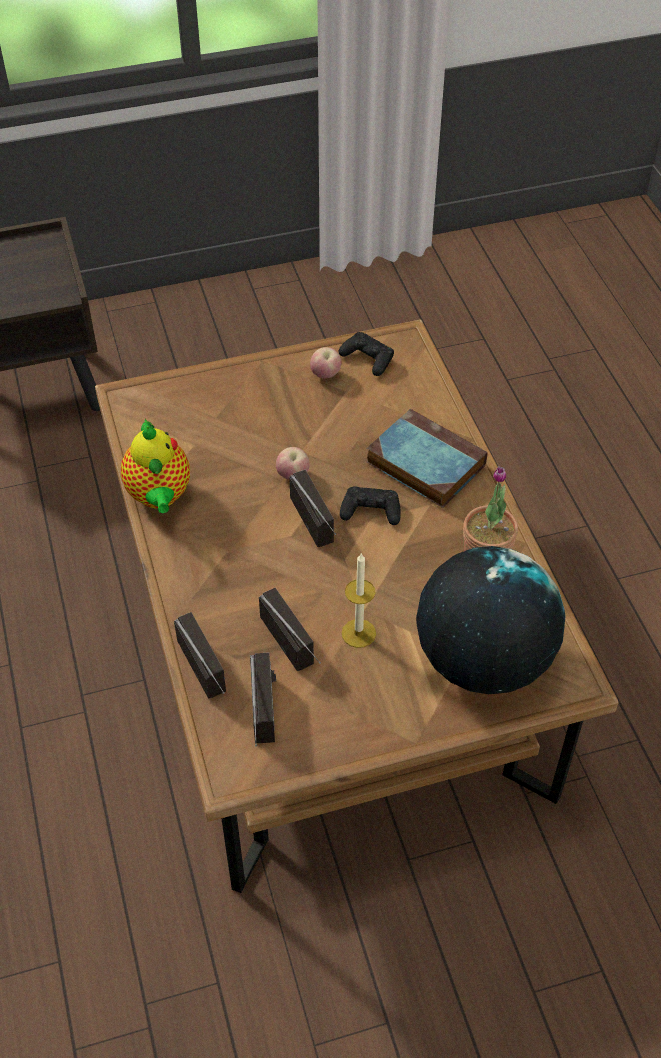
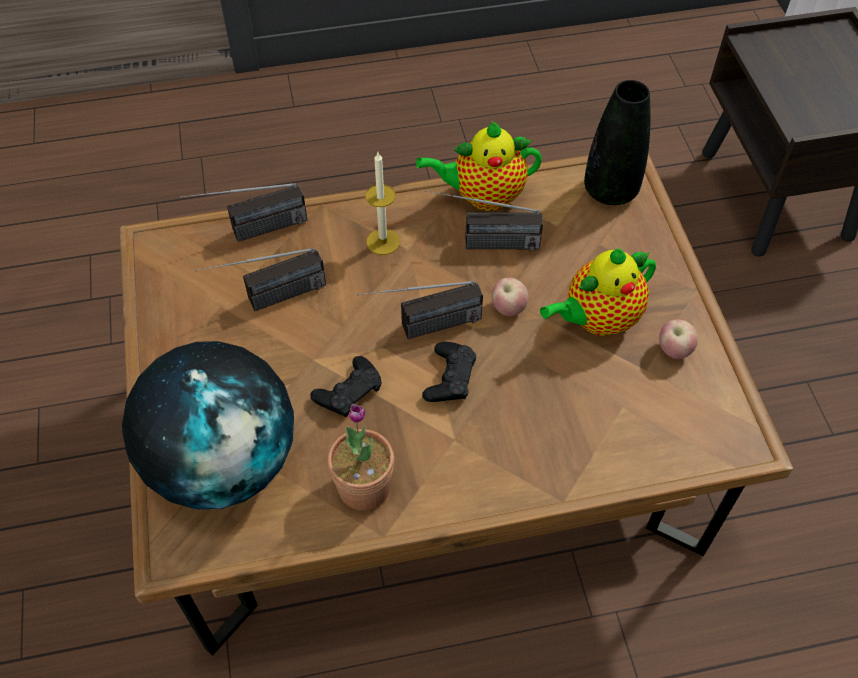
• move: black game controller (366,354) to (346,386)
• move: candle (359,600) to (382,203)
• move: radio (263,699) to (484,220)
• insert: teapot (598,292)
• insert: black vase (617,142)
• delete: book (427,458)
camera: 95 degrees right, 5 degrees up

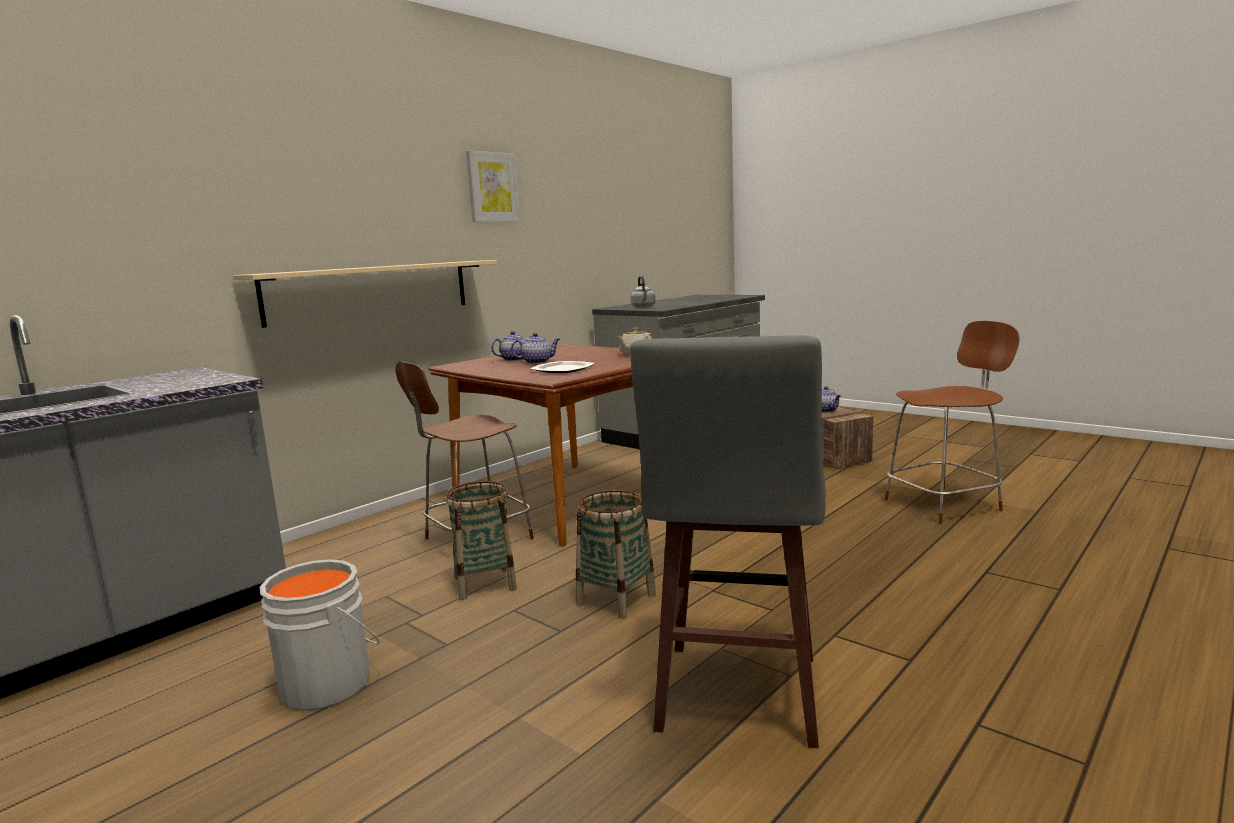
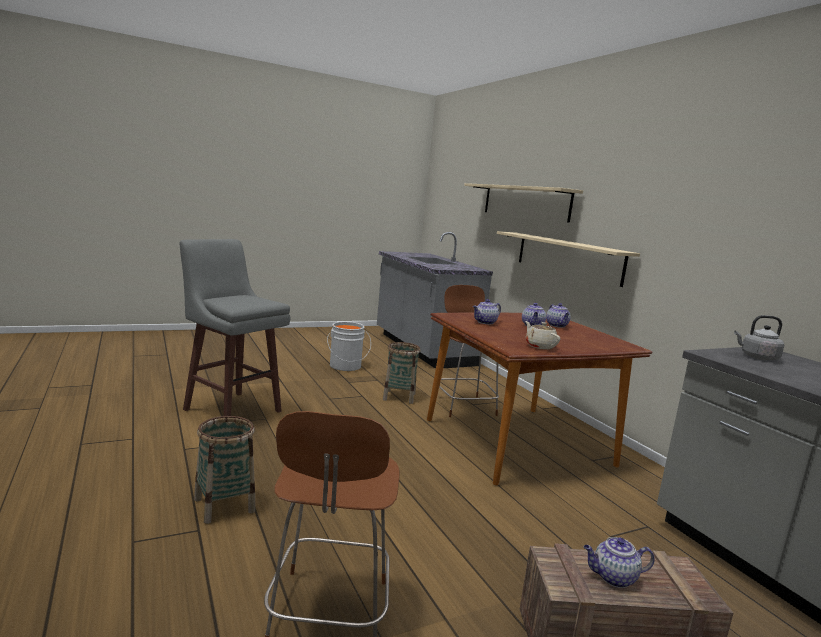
• move: basket (616,554) to (224,470)
• insert: beige shelf (523,203)
• replace: plate (562,367) to teapot (487,311)
• delete: picture (493,186)
camera: 110 degrees right, 0 degrees up

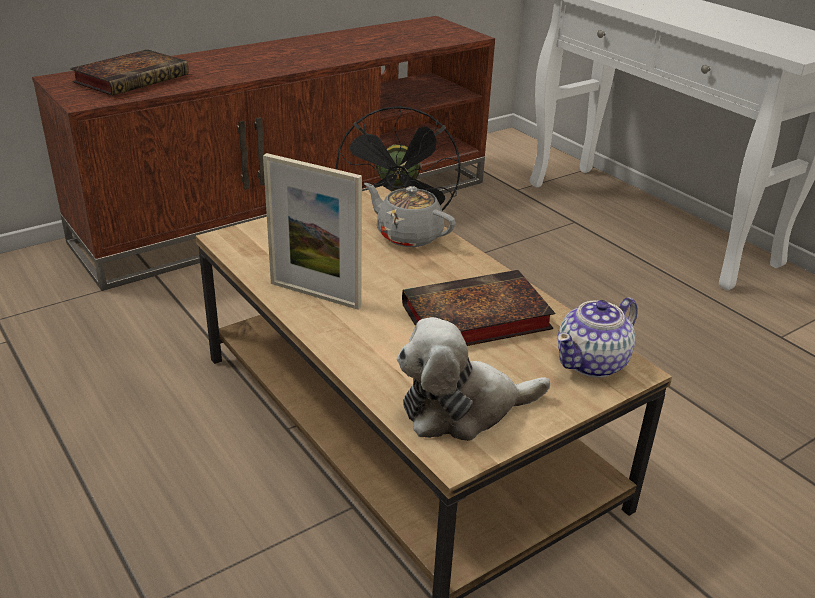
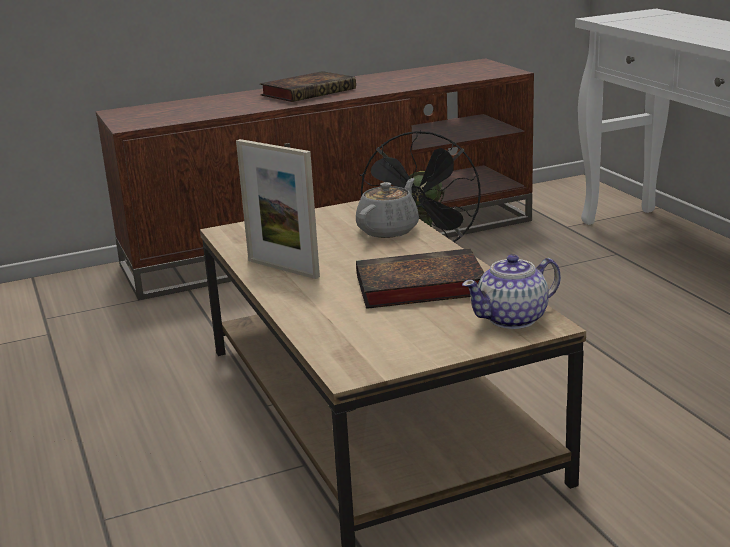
• move: book (129,72) to (308,86)
• rotate: grey teapot (410,215) = (387,208) 75 degrees clockwise
• delete: plush toy (473,379)
camera: 15 degrees right, 10 degrees down

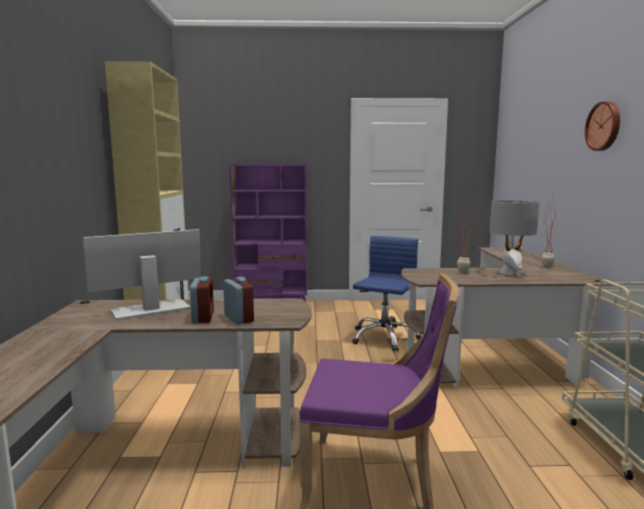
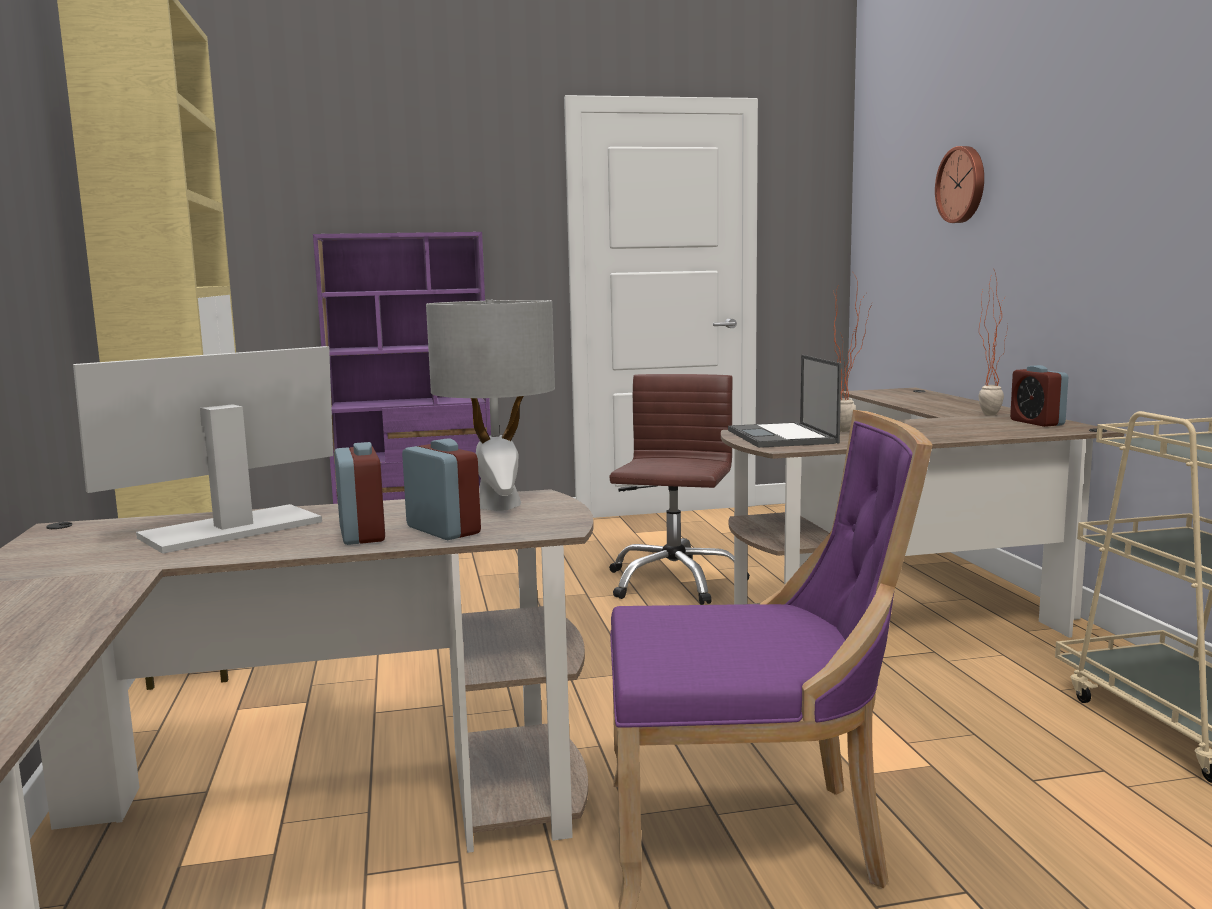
• move: grey table lamp (514,238) to (490,405)
• recolor: blue office chair (386,293) to brown office chair (679,489)
• insert: laptop (784,401)
• move: wall clock (602,126) to (959,184)
• insert: alarm clock (1039,396)
camera: 10 degrees left, 0 degrees up

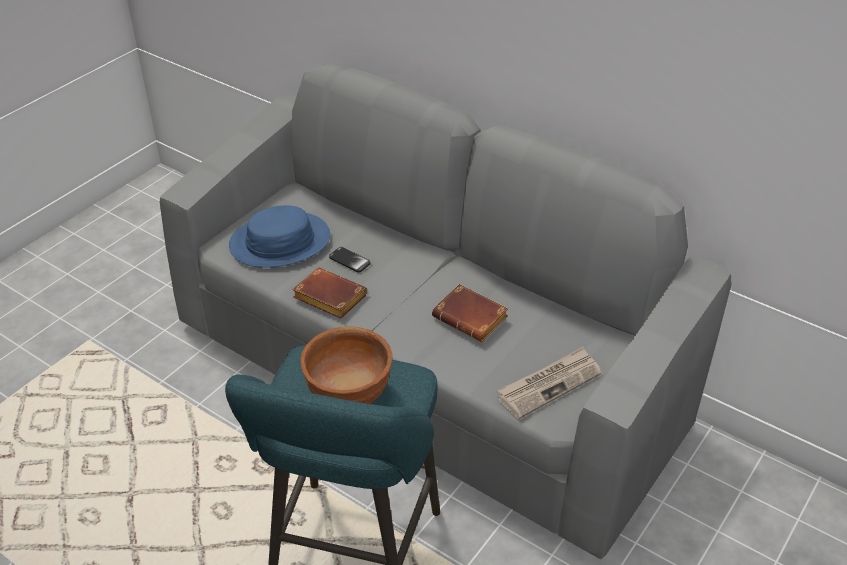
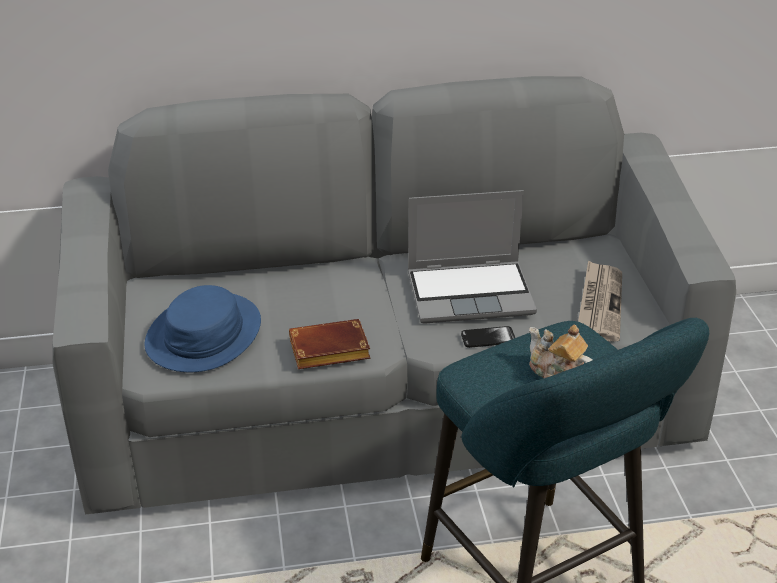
• replace: brown book (470,313) to laptop (472,257)
• move: phone (350,260) to (488,337)
• replace: brown bowl (346,365) to teapot (560,351)
camera: 45 degrees left, 5 degrees down

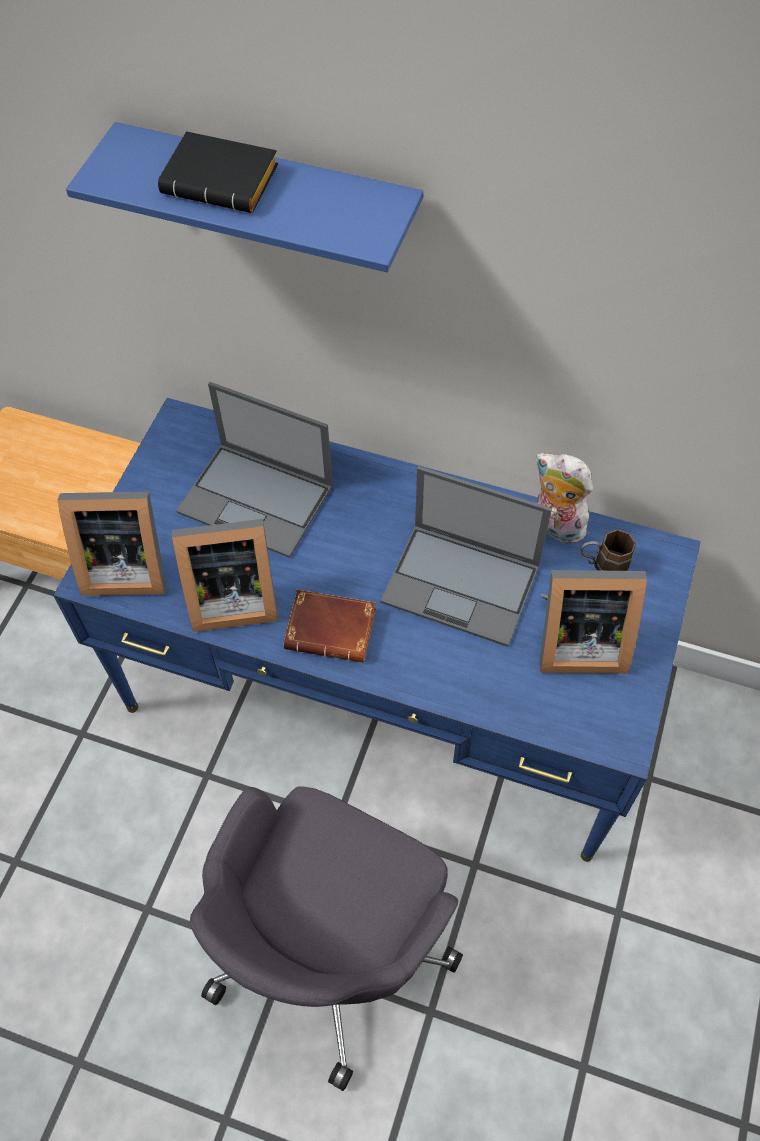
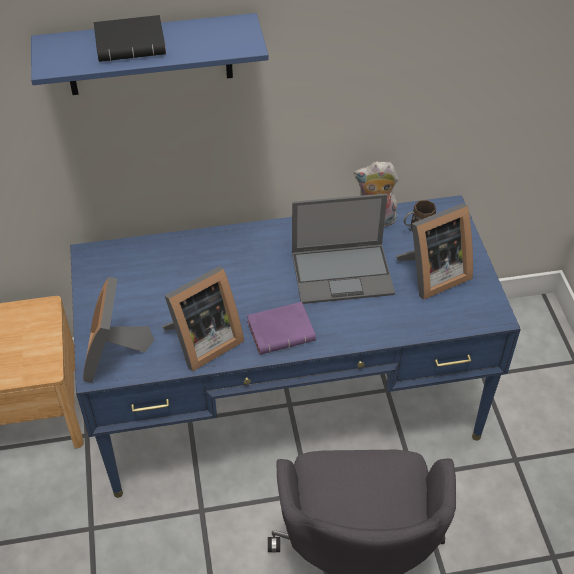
• rotate: picture frame (111,543) = (119,330) 120 degrees clockwise
• recolor: brown book (329,625) to purple book (281,328)
• delete: laptop (254,470)
camera: 30 degrees left, 10 degrees down

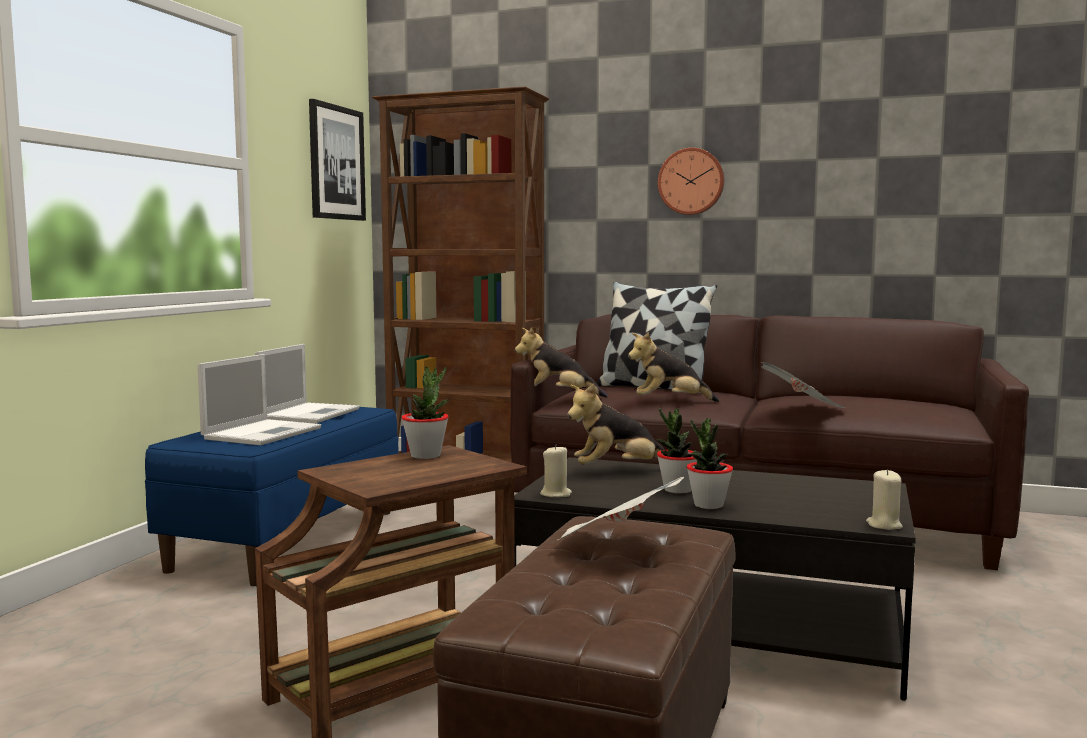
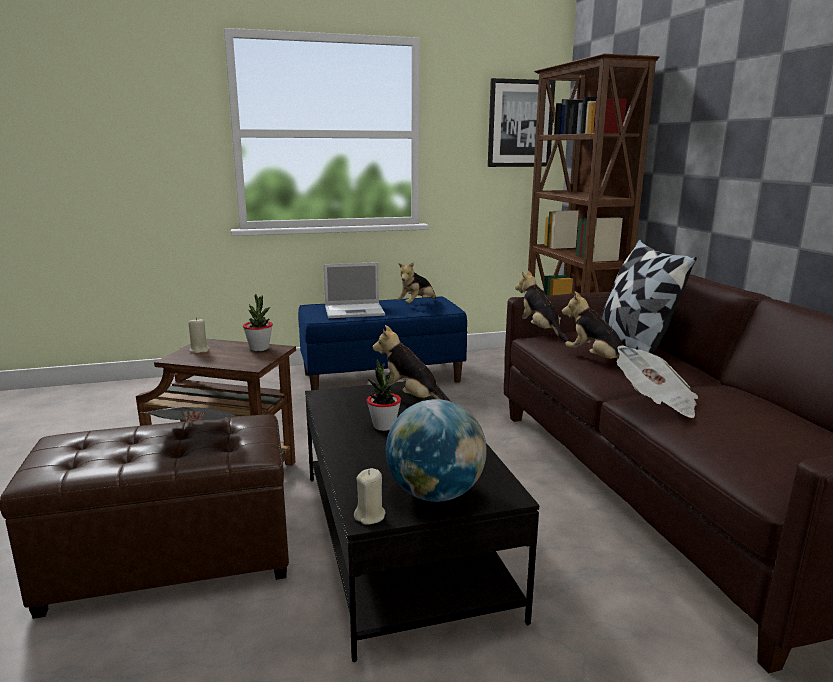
• move: beige candle (556,471) to (199,335)
• insert: globe (436,450)
• replace: laptop (307,383) to plush toy (416,282)
• delete: wall clock (691,181)
• delete: potted plant (710,464)
camera: 55 degrees right, 10 degrees up

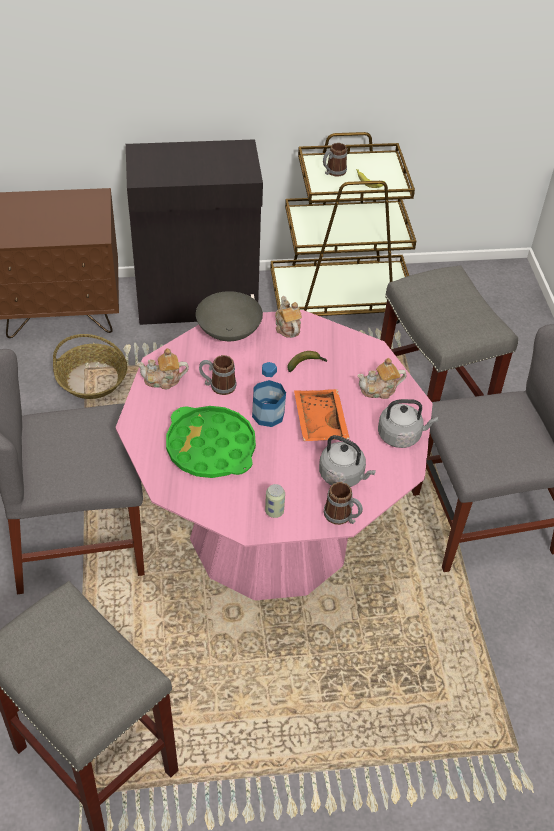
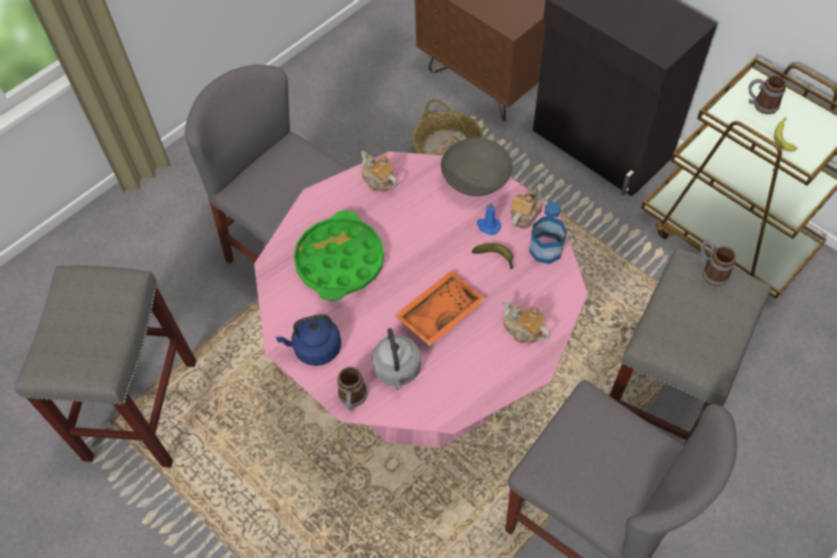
• replace: can (275,501) to blue kettle (308,340)
• insert: blue candle (489,219)
• move: bottle (269,394) to (548,232)
• move: mug (218,375) to (718,263)
• delete: grey kettle (408,423)
camera: 55 degrees right, 10 degrees up

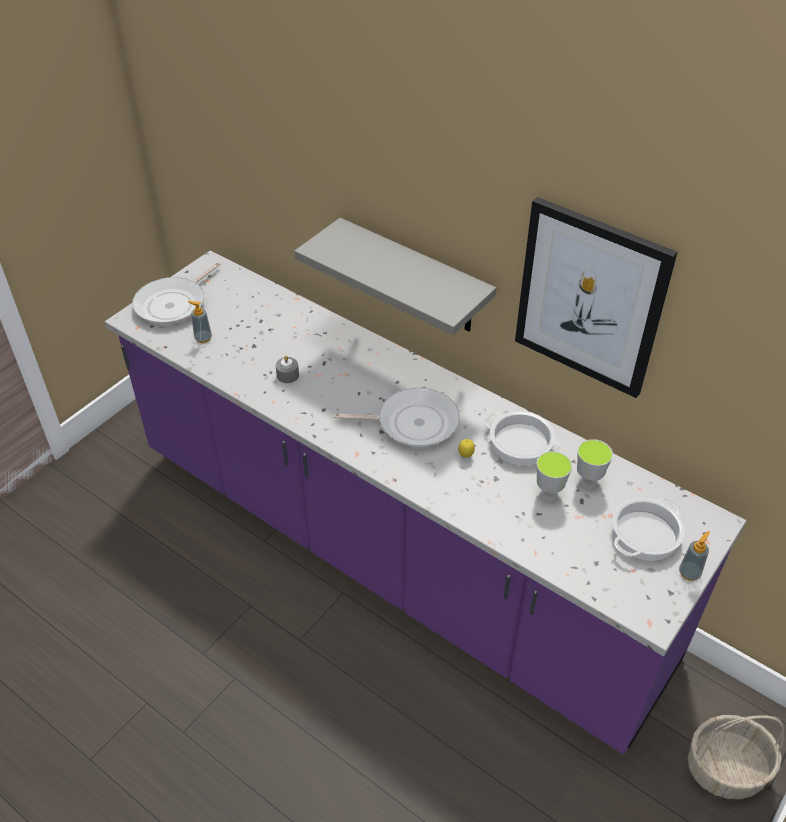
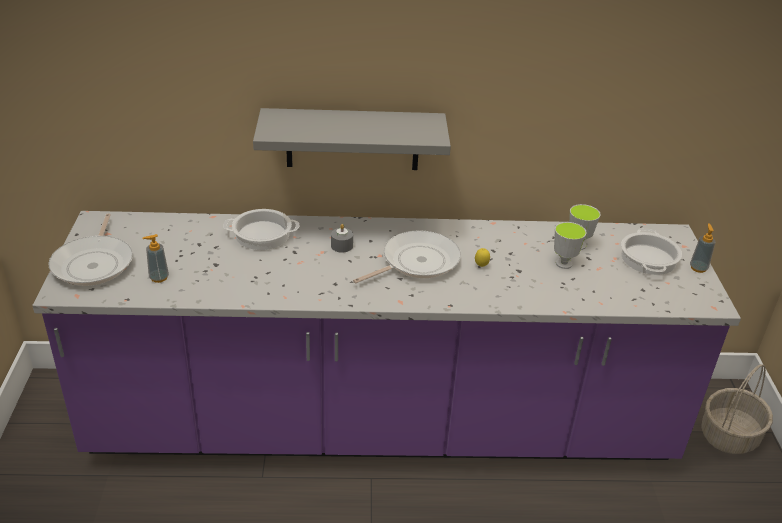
• move: cooking pot (522,438) to (261,229)
• move: grey candle (287,369) to (342,238)
• delete: picture (596,297)
camera: 40 degrees left, 10 degrees down

